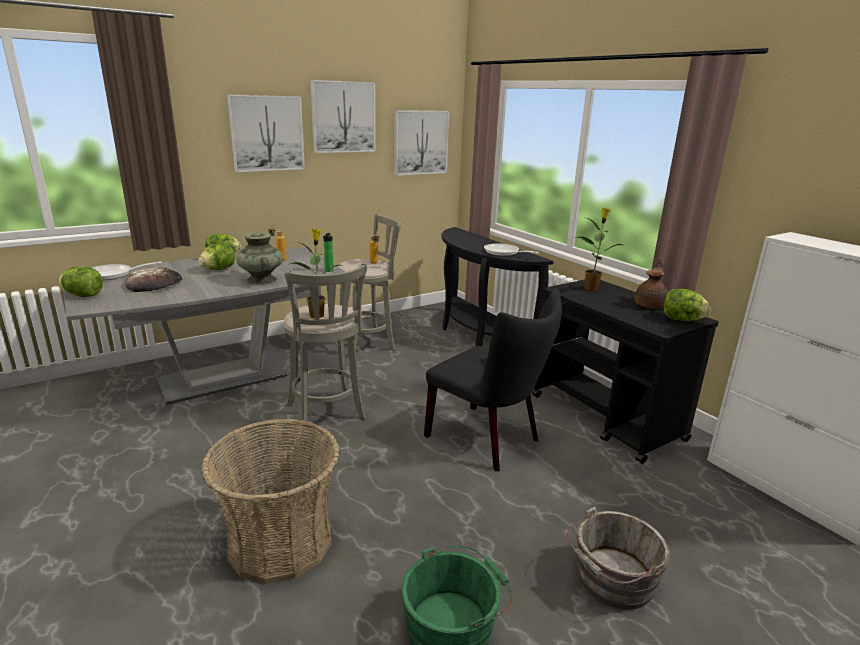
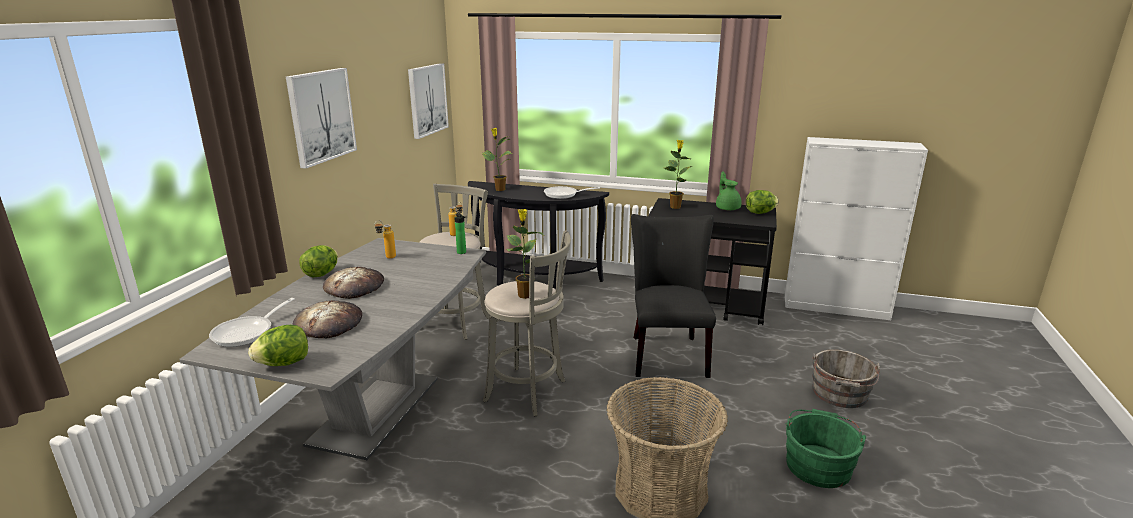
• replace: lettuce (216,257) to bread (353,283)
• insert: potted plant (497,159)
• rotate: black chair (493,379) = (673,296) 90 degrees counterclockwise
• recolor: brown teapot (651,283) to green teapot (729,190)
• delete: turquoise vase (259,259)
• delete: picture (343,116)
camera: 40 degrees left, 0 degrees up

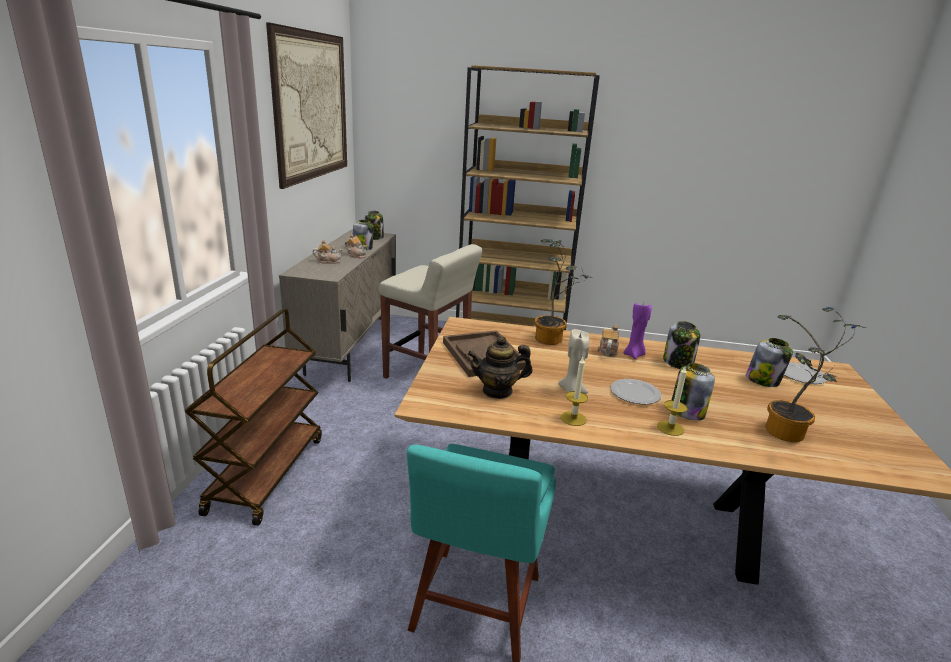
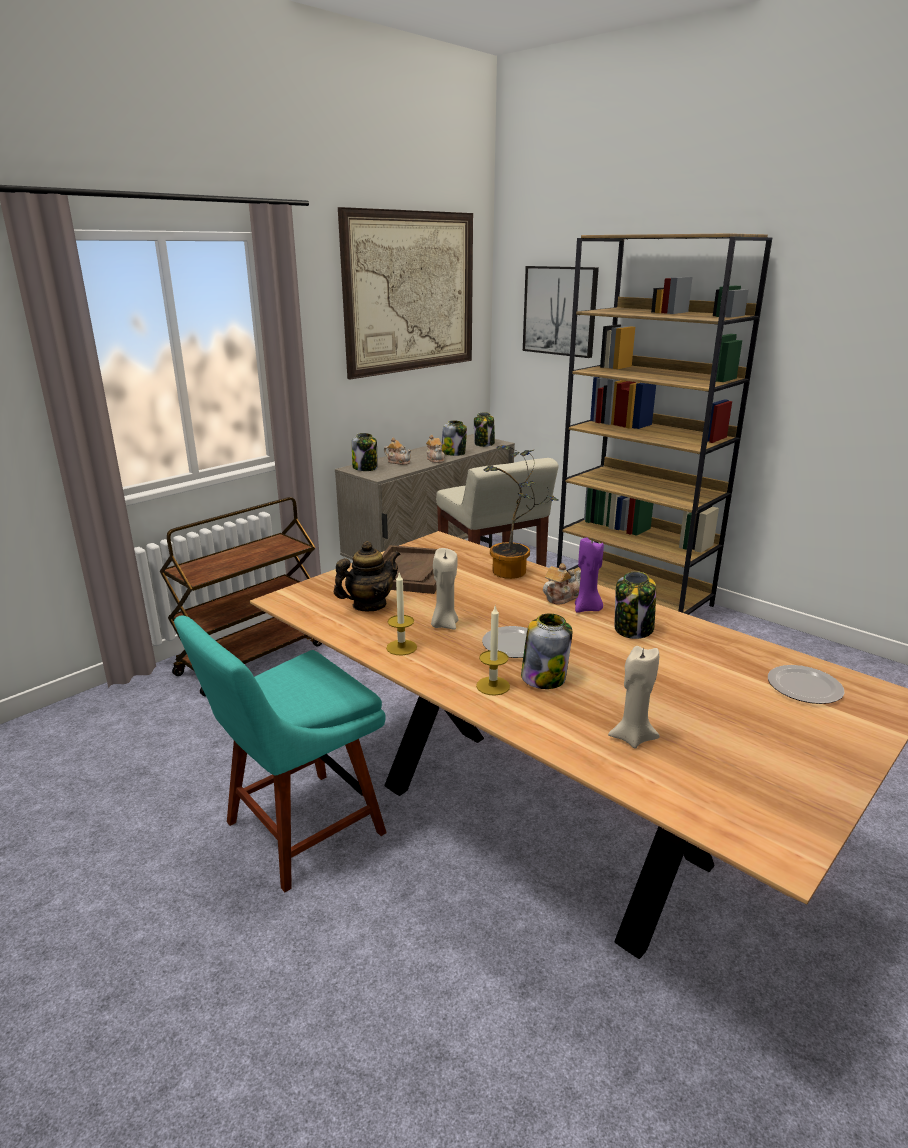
• rotate: teapot (499,367) = (367,576) 120 degrees clockwise
• move: jar (769,362) to (365,452)
• insert: picture (561,312)
• replace: potted plant (815,374) to beige candle (634,697)
camera: 35 degrees right, 0 degrees up

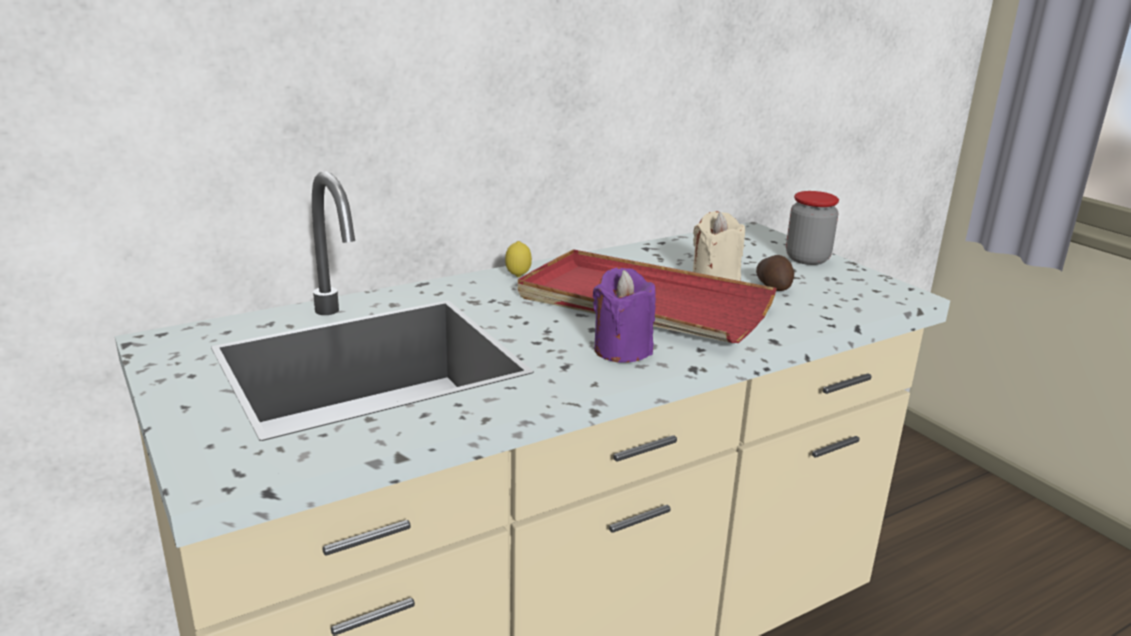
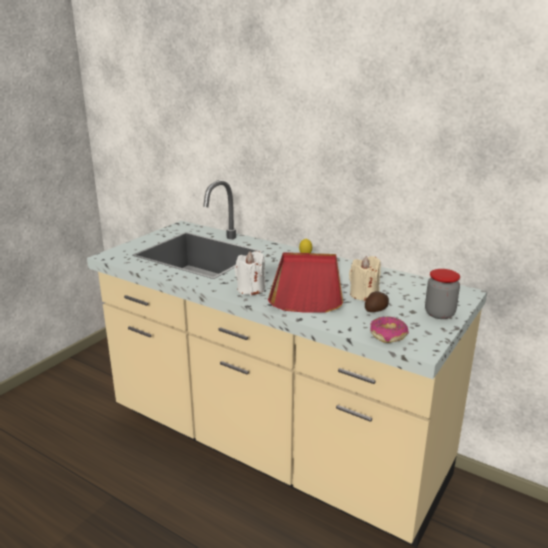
• recolor: purple candle (624,315) to white candle (250,273)
• insert: donut (389,329)
camera: 65 degrees right, 0 degrees up

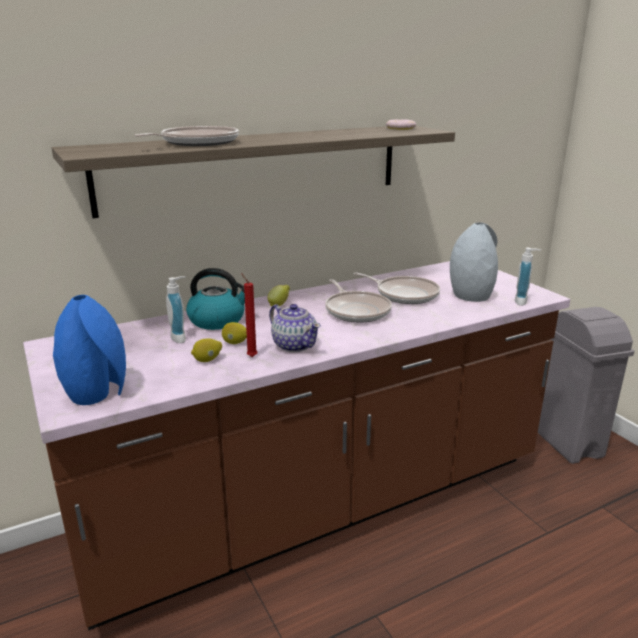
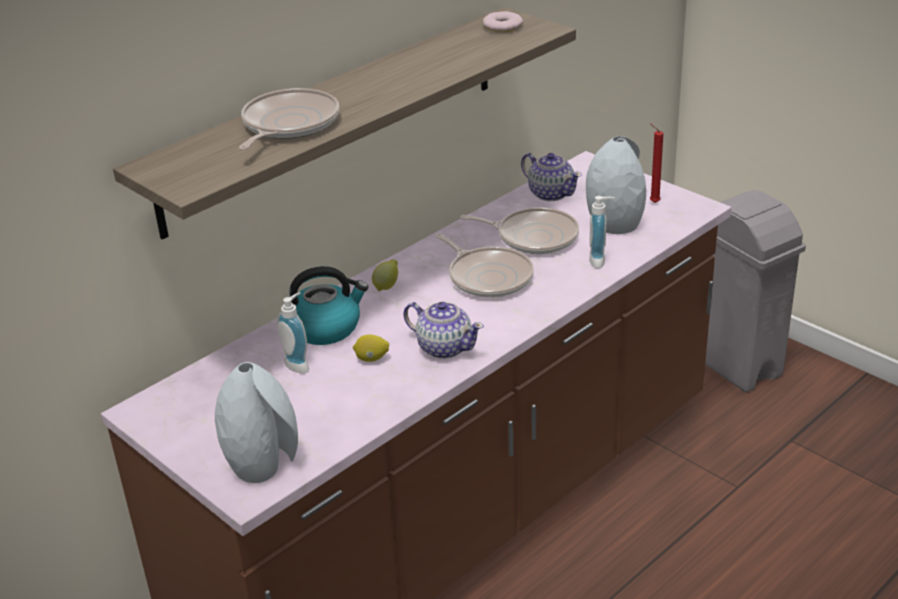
• recolor: blue vase (89,350) to grey vase (256,422)
• insert: teapot (551,177)
• move: soap dispenser (528,277) to (602,232)
• move: red candle (249,315) to (656,163)
• delete: lemon (206,350)
camera: 15 degrees left, 10 degrees up

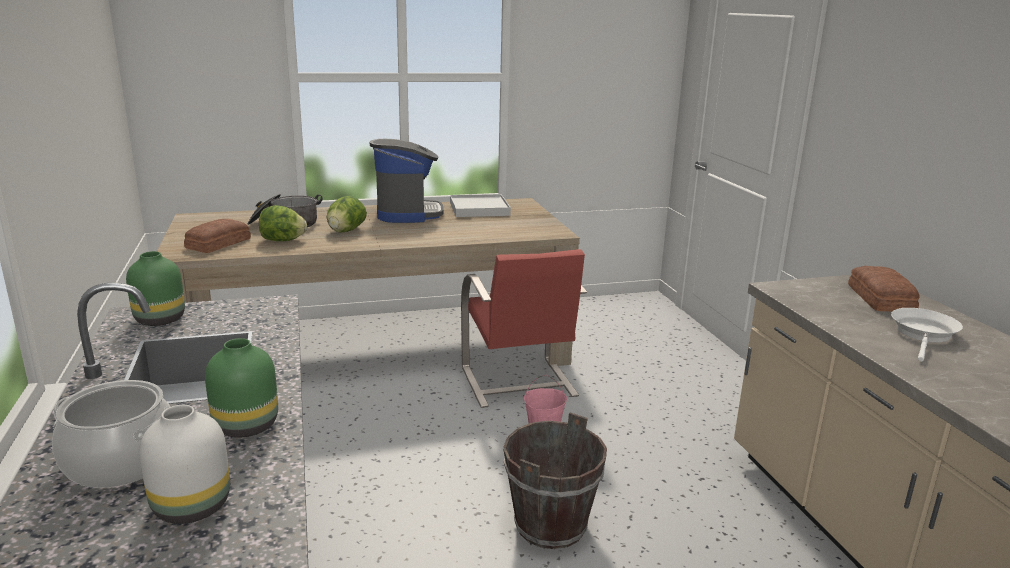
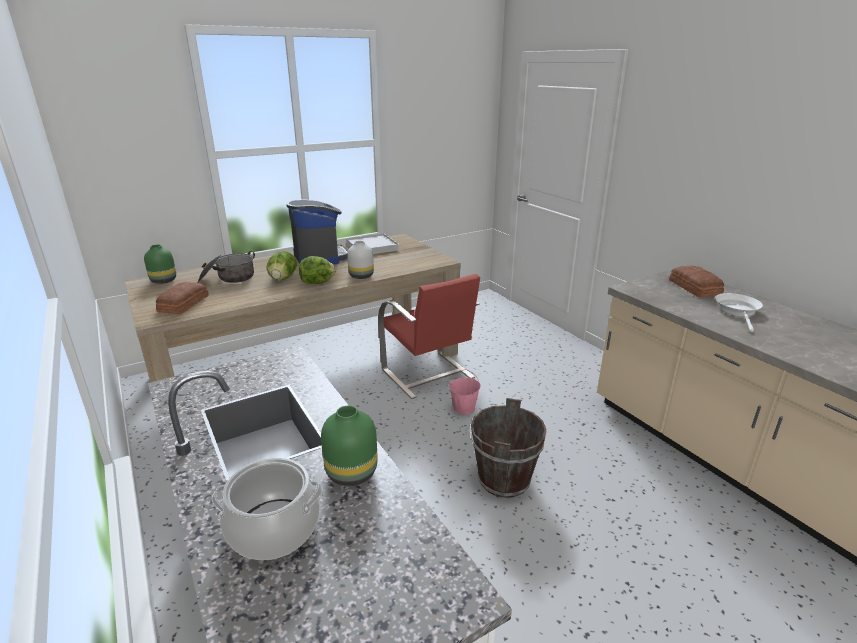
• move: green vase (155,288) to (160,264)
• move: lettuce (283,223) to (317,270)
• move: white vase (184,464) to (360,260)
camera: 15 degrees left, 5 degrees up

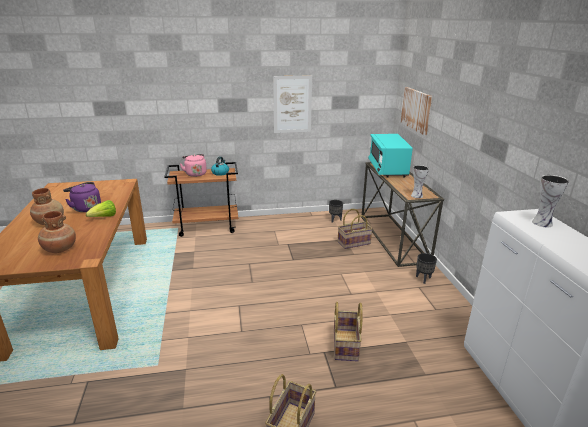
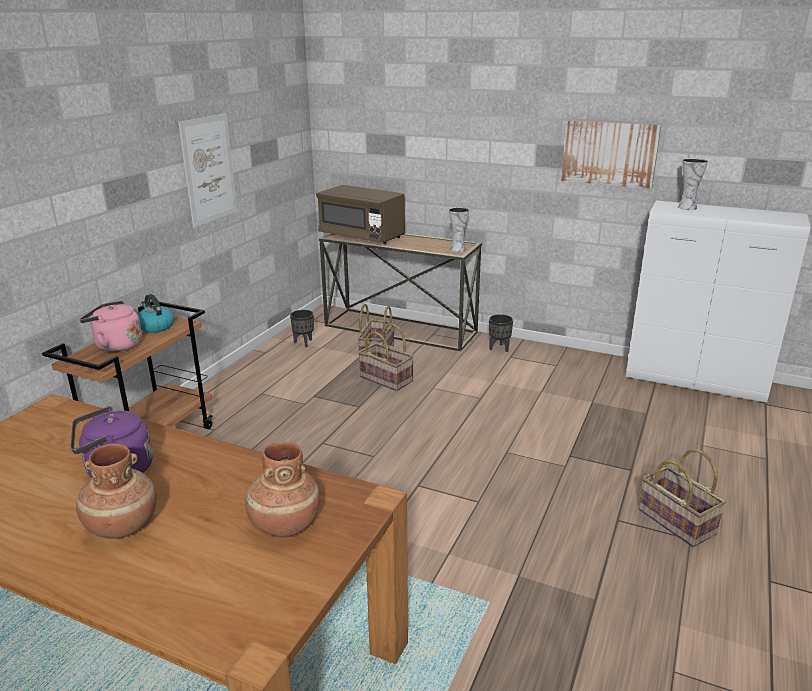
• recolor: turquoise microwave (390,156) to brown microwave (360,214)
• move: basket (348,331) to (386,357)
• move: picture (416,111) to (611,154)
• delete: lettuce (101,208)
camera: 55 degrees left, 0 degrees up

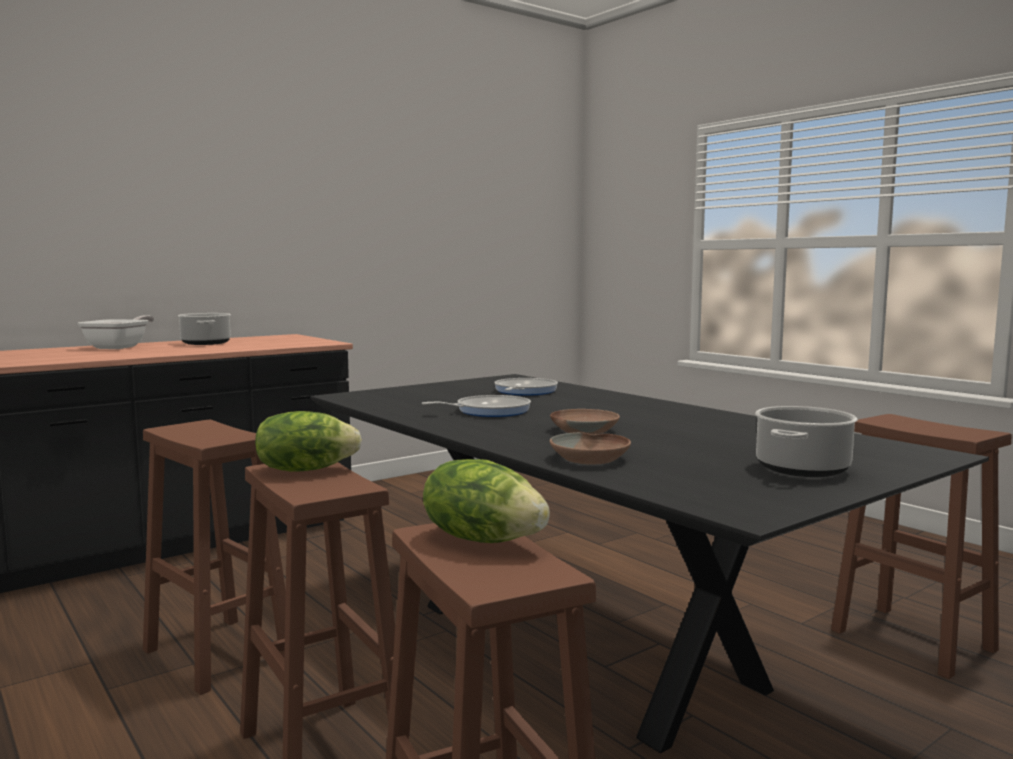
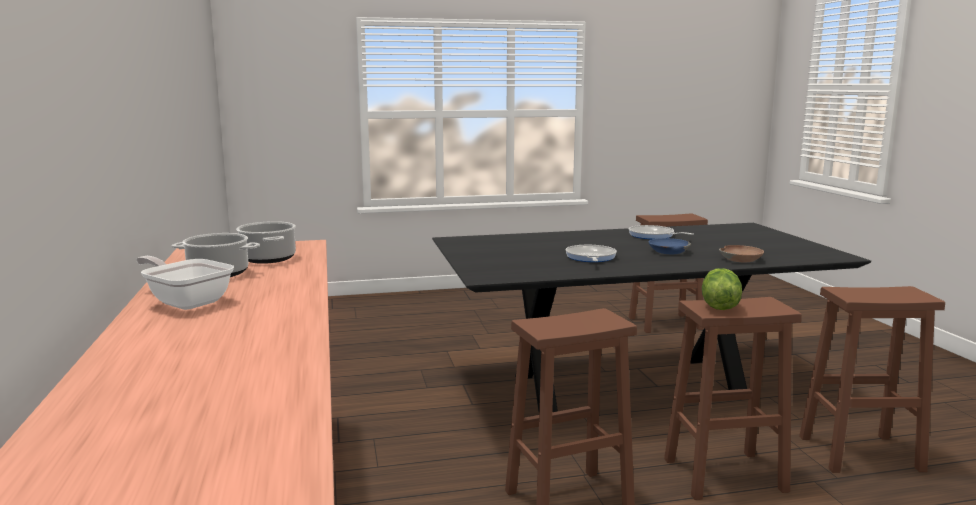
• move: cooking pot (806,441) to (266,242)
• move: frying pan (526,387) to (661,232)
• recolor: brown bowl (585,422) to blue bowl (670,246)
• delete: lettuce (486,501)
camera: 65 degrees left, 5 degrees up

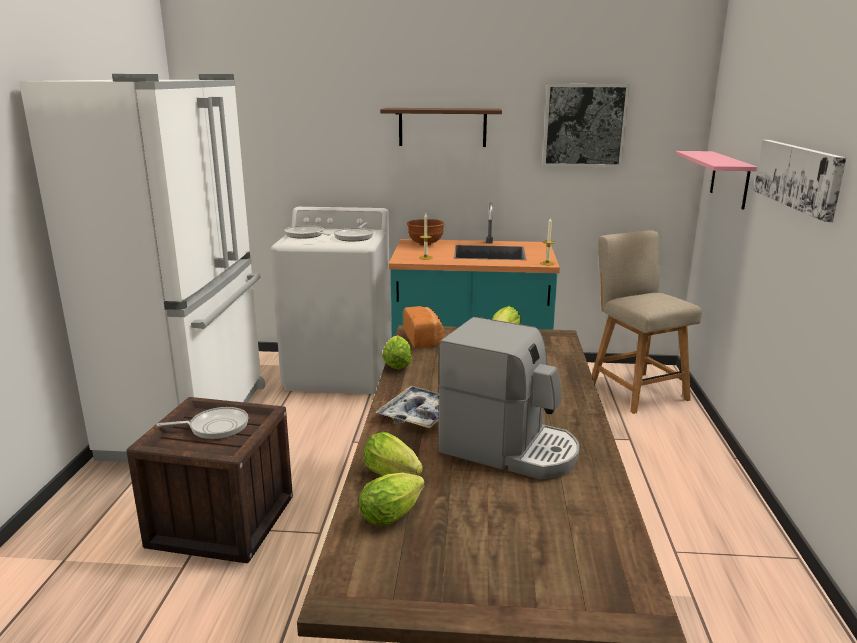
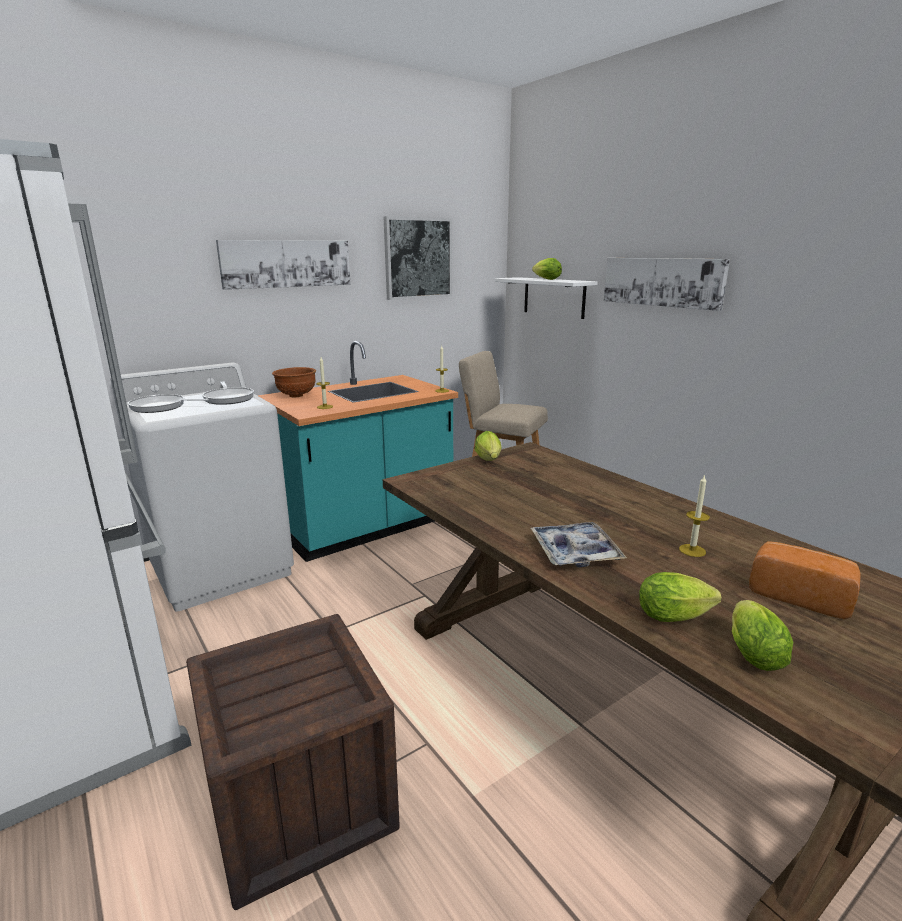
• replace: brown shelf (441,127) to picture (283,265)
• recolor: pink shelf (716,180) to white shelf (546,298)
• move: lettuce (397,352) to (547,269)
• replace: coffee machine (508,398) to candle (694,515)
• move: bread (423,327) to (805,580)
• delete: frying pan (202,423)
camera: 40 degrees left, 0 degrees up

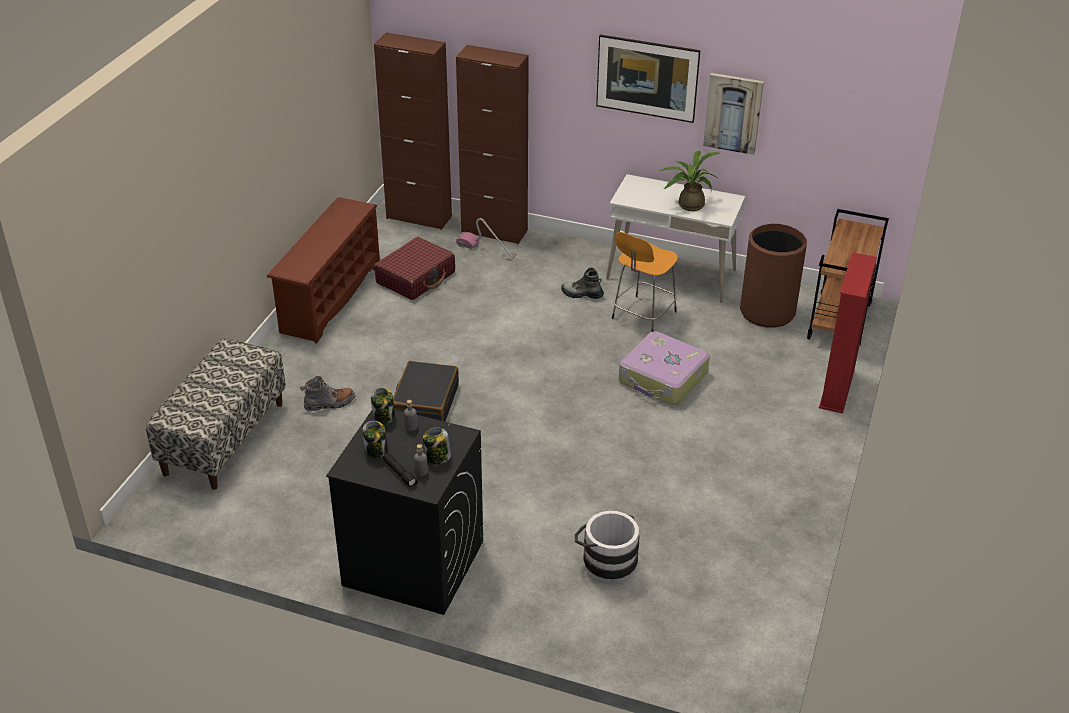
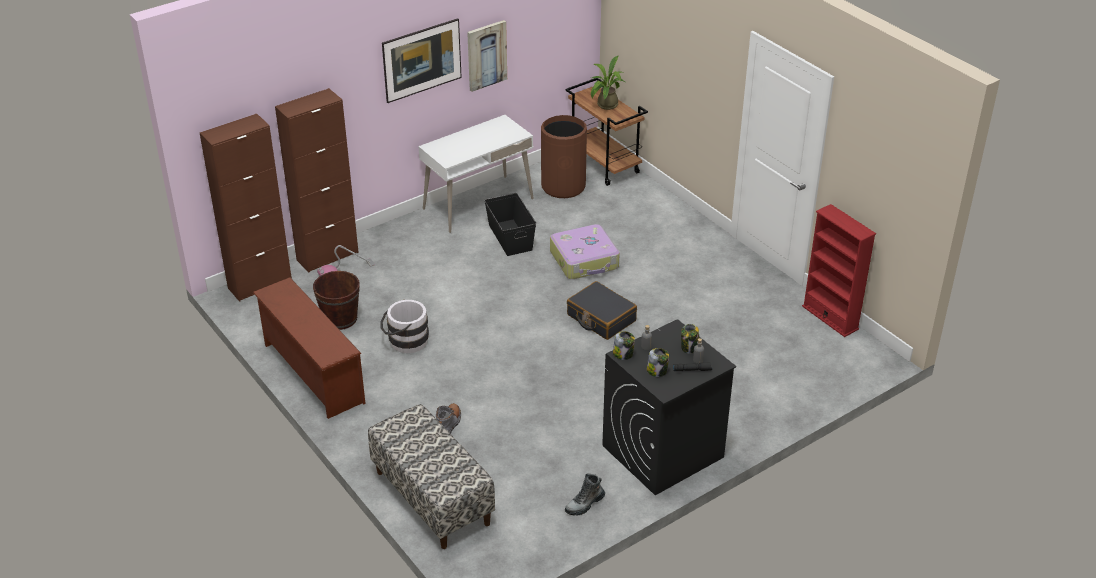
• replace: red suitcase (414,268) to brown bucket (336,300)
• move: white bucket (607,547) to (404,326)
• replace: orange stool (645,282) to black storage box (510,224)
• move: boot (582,283) to (585,495)
• move: black suitcase (426,391) to (602,310)
• move: potted plant (689,181) to (608,83)
• move: red bookcase (848,332) to (839,270)
camera: 55 degrees left, 0 degrees up

